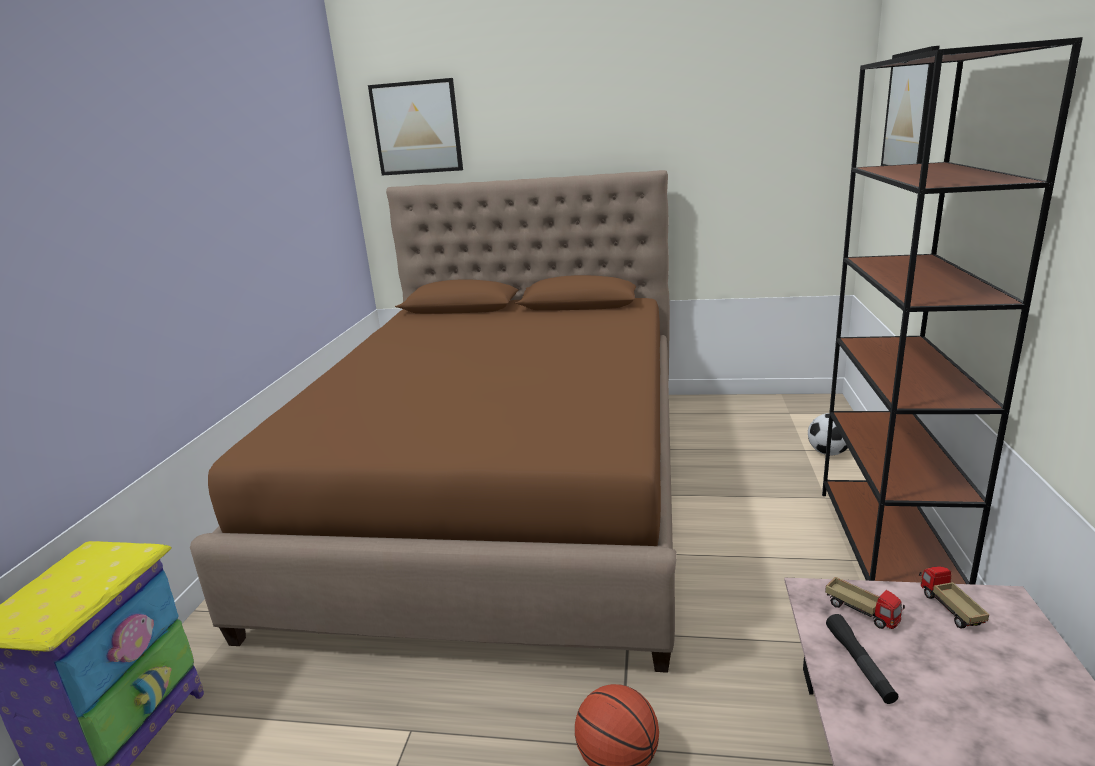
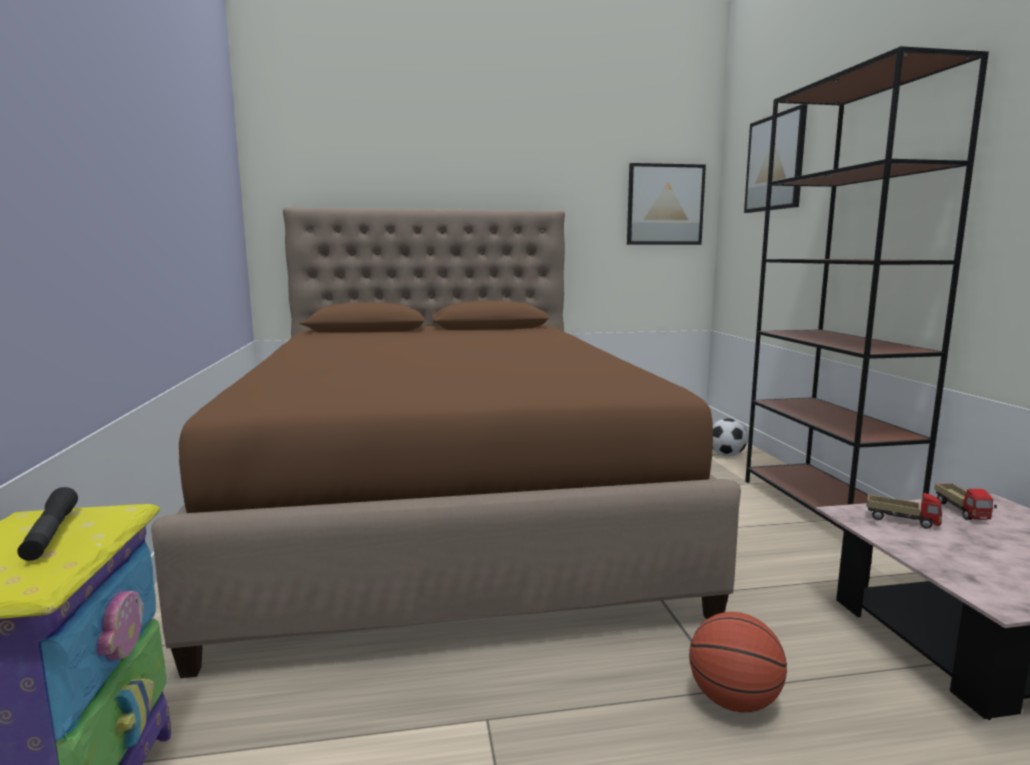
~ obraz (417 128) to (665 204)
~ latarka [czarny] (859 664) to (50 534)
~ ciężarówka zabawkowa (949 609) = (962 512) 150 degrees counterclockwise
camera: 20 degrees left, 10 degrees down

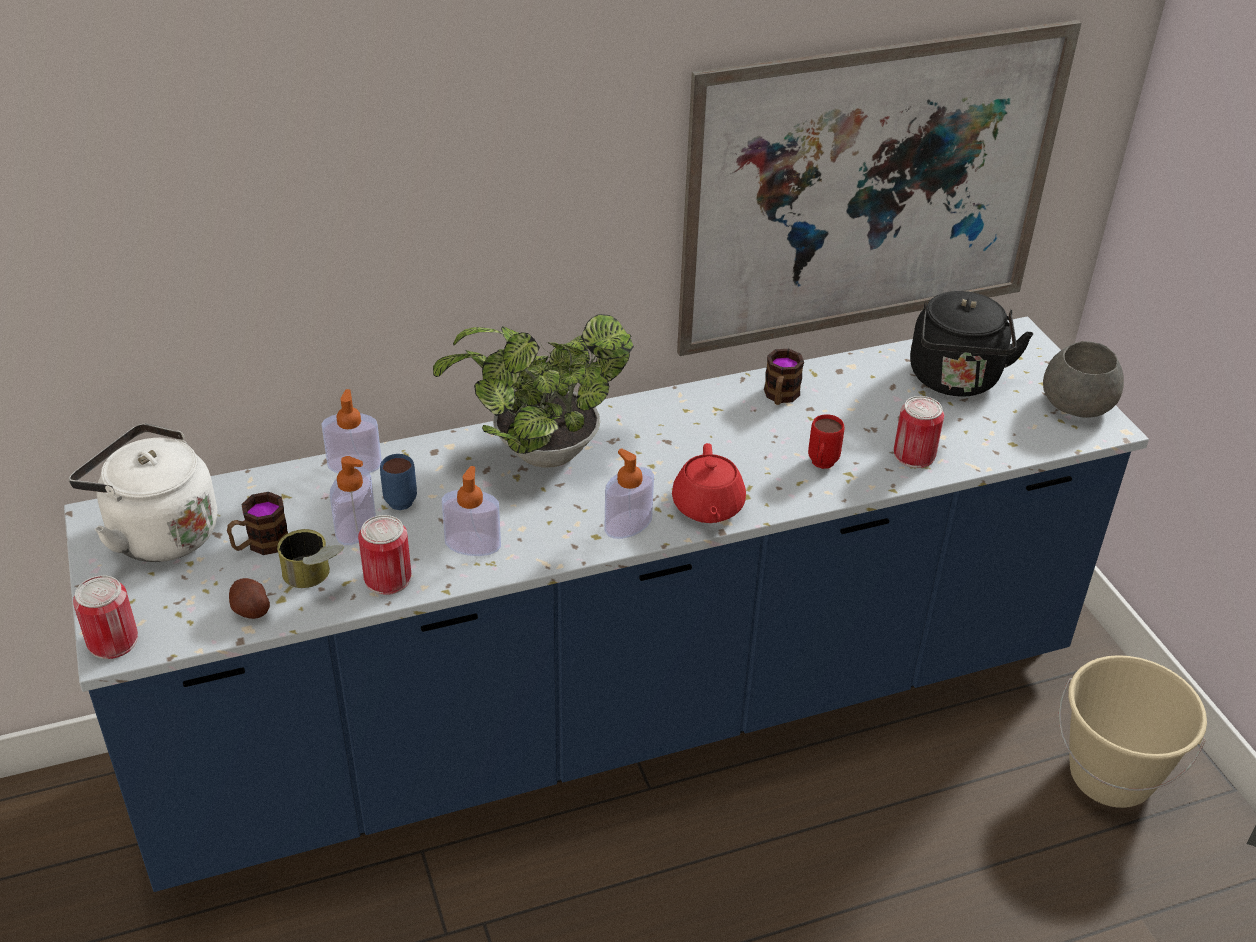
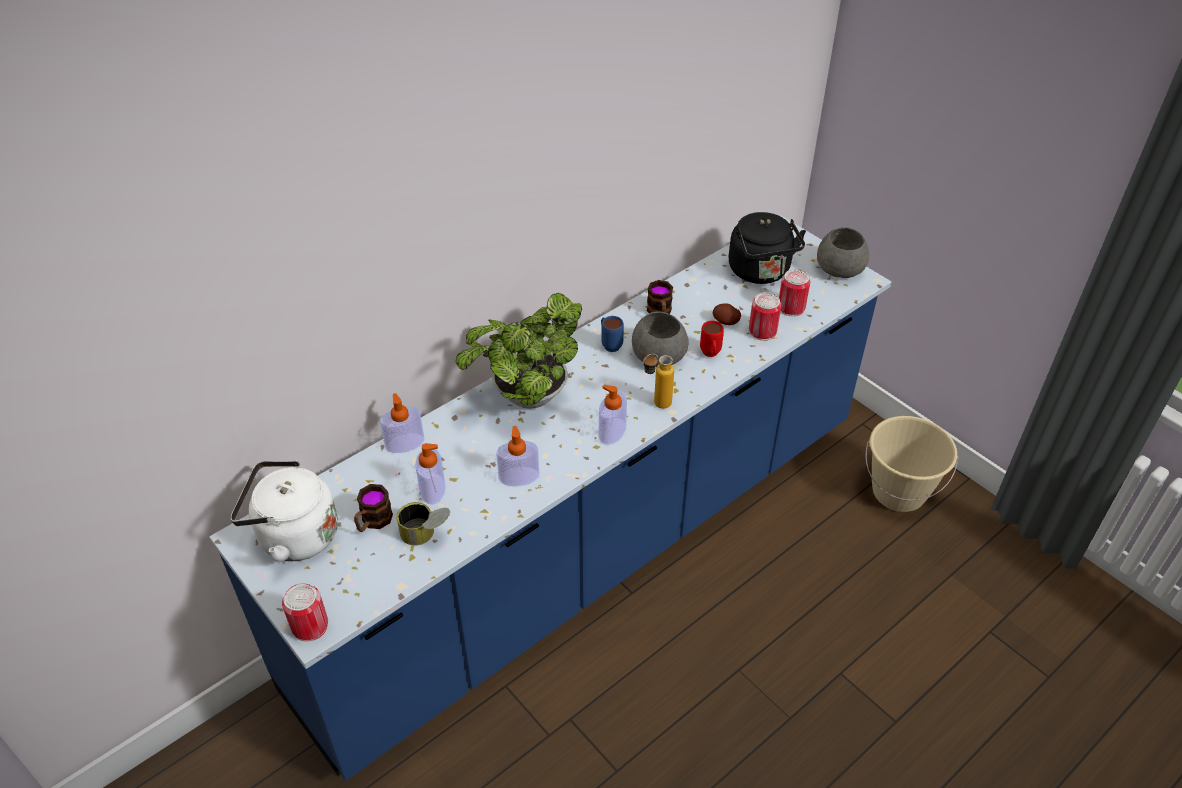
- obraz (871 191)
+ miska [szary] (658 355)
~ ziemniak (251 610) to (725 321)
~ puszka (387 578) to (791 307)
~ kubek [niebieski] (400 498) to (609 344)
~ imbryk [czerwony] (707 507) to butelka (655 405)
camera: 20 degrees left, 5 degrees up

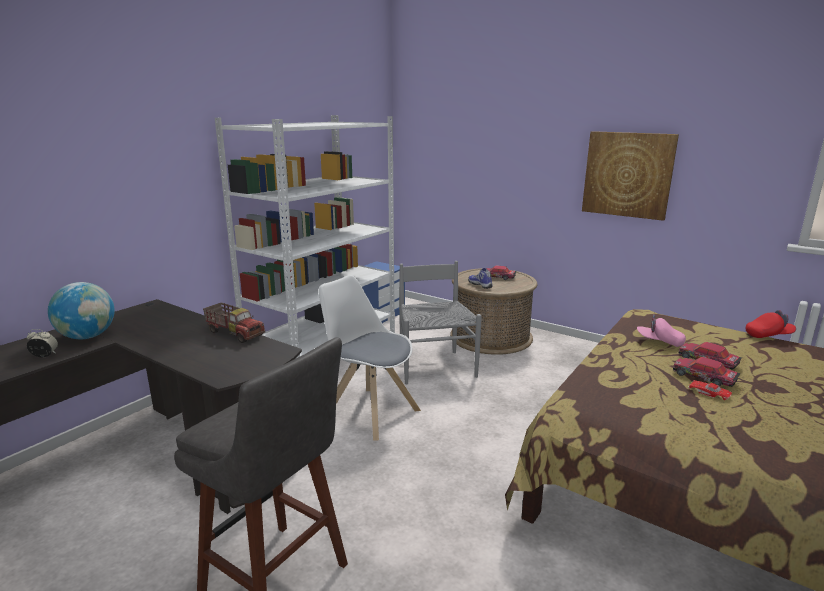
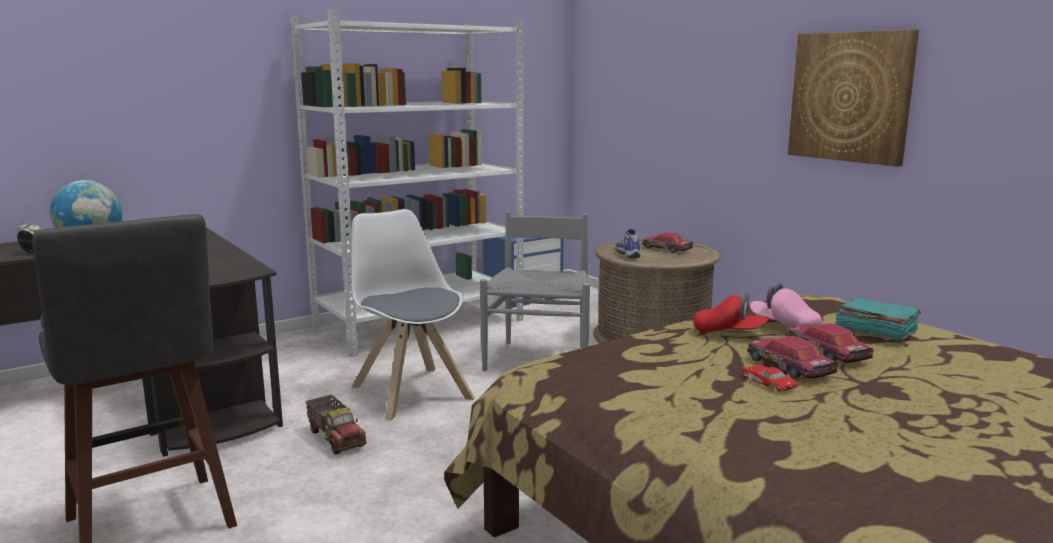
+ książka [turkusowy] (875 332)
~ ciężarówka zabawkowa (235 333) to (336 438)
~ czapka z daszkiem [czerwony] (768 335) to (729 333)
camera: 20 degrees right, 5 degrees down

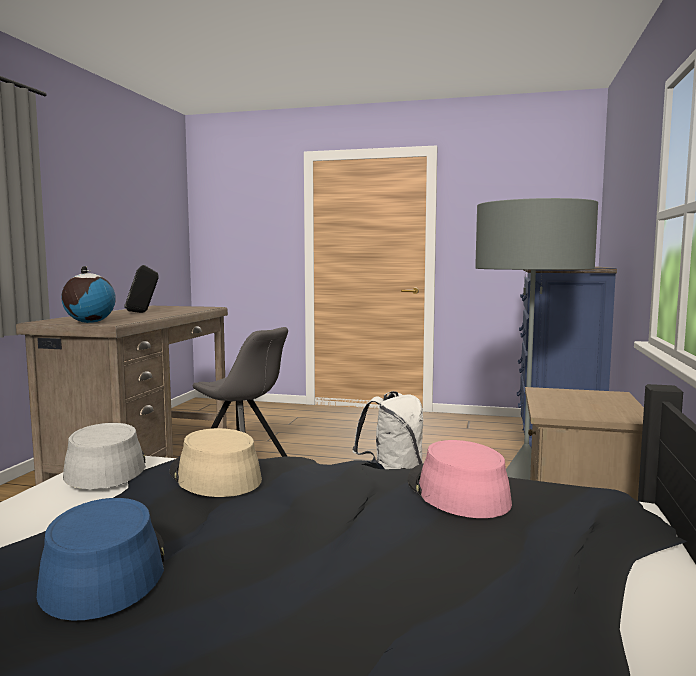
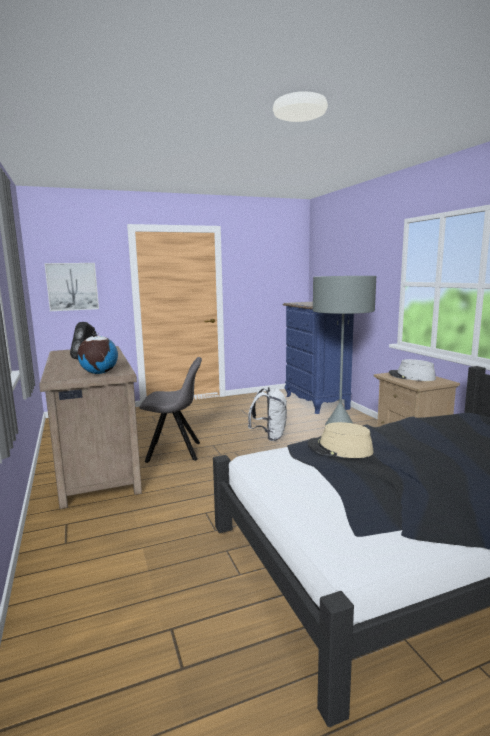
- kapelusz [niebieski] (104 570)
- kapelusz [różowy] (456 492)
+ obraz (72 286)
~ kapelusz [szary] (105 468) to (411 376)
camera: 35 degrees left, 5 degrees up

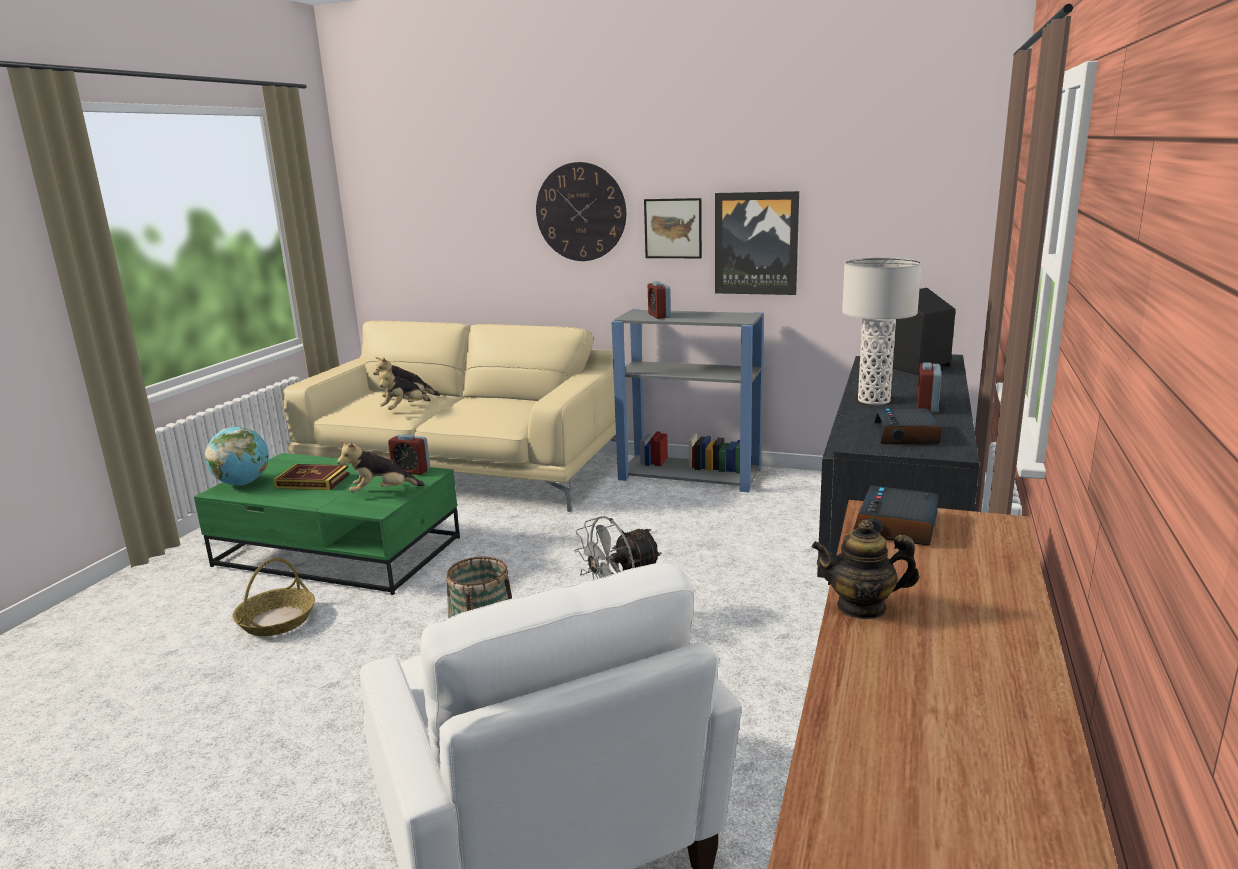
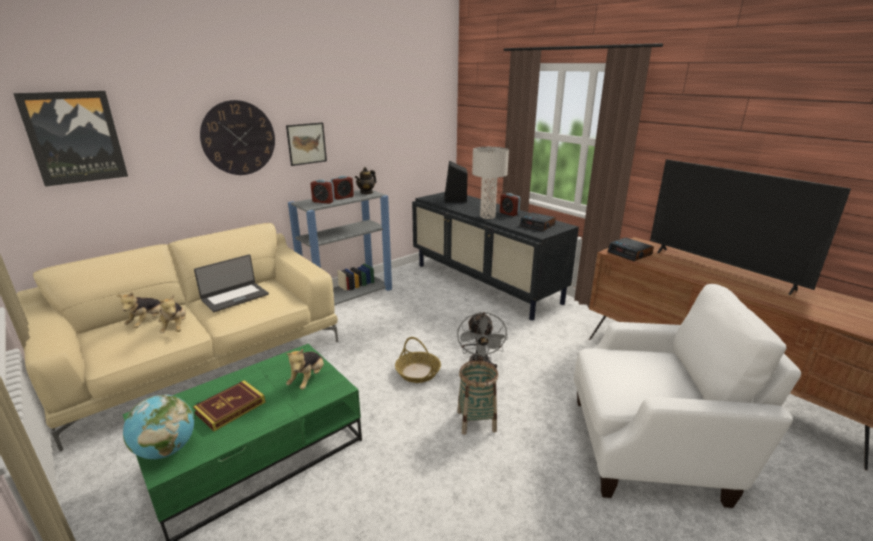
+ laptop (235 297)
+ telewizor (721 269)
~ koszyk (276 621) to (418 372)
~ budzik (411 471) to (343 197)
~ obraz (756 243) to (75 137)
~ imbryk (861 607) to (366 192)
camera: 60 degrees left, 5 degrees up

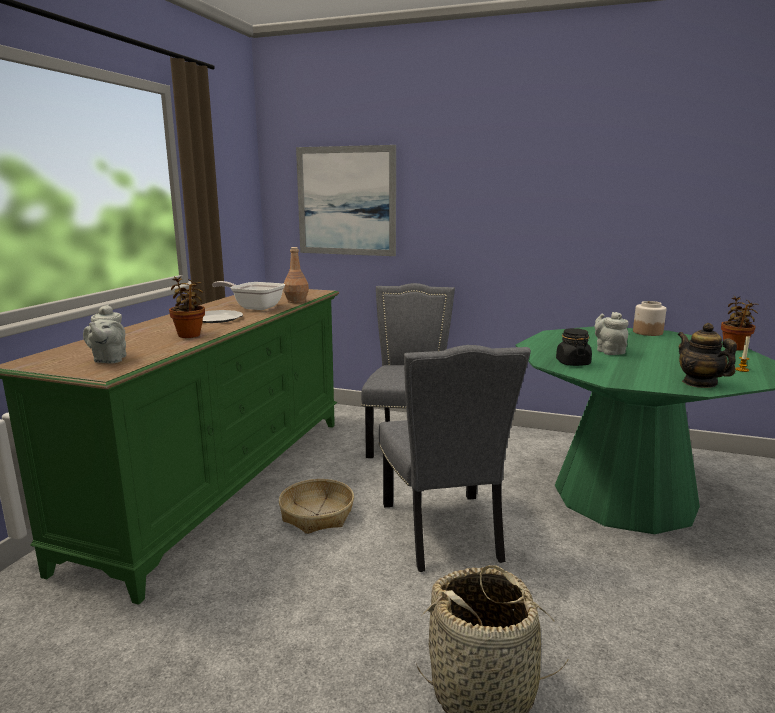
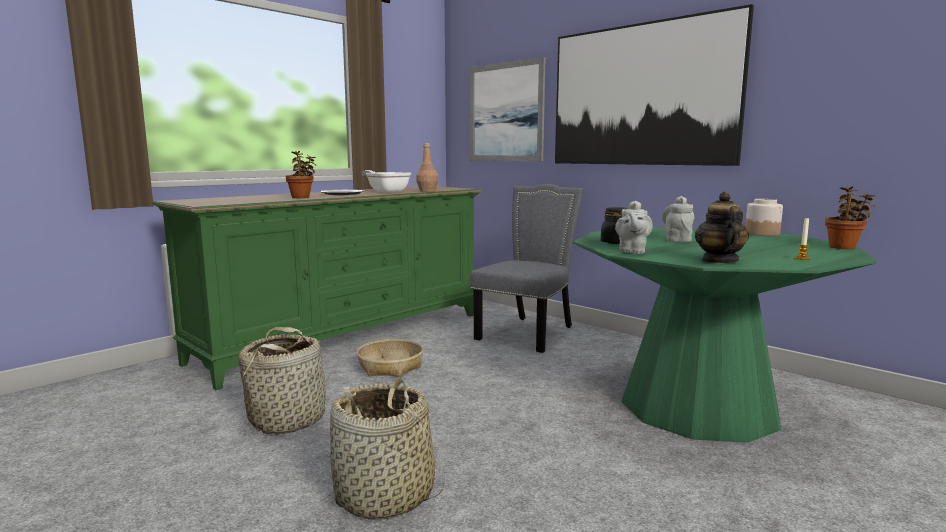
- krzesło [szary] (443 529)
+ koszyk (288 419)
+ obraz (641 95)
~ imbryk [szary] (109 360) to (632 251)
camera: 25 degrees right, 5 degrees down

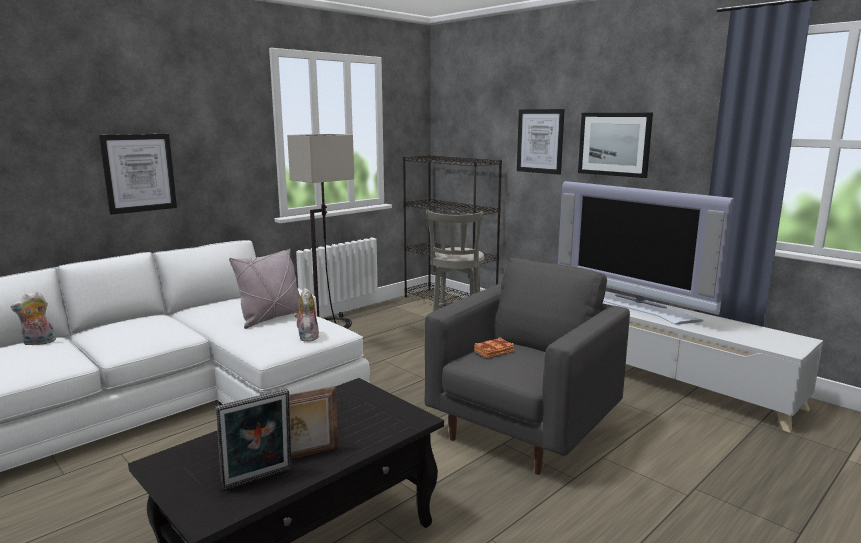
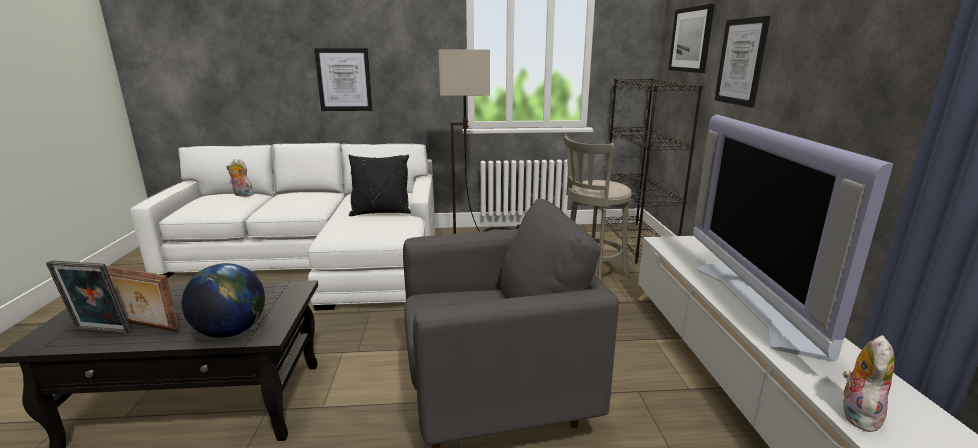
- książka [pomarańczowy] (494 351)
+ globus (231 332)
~ pluszak (307 337) to (857 414)
~ obraz (614 144) to (691 39)
~ poduszka [fioletowy] (271 318) to poduszka [czarny] (381 213)
camera: 40 degrees right, 5 degrees up

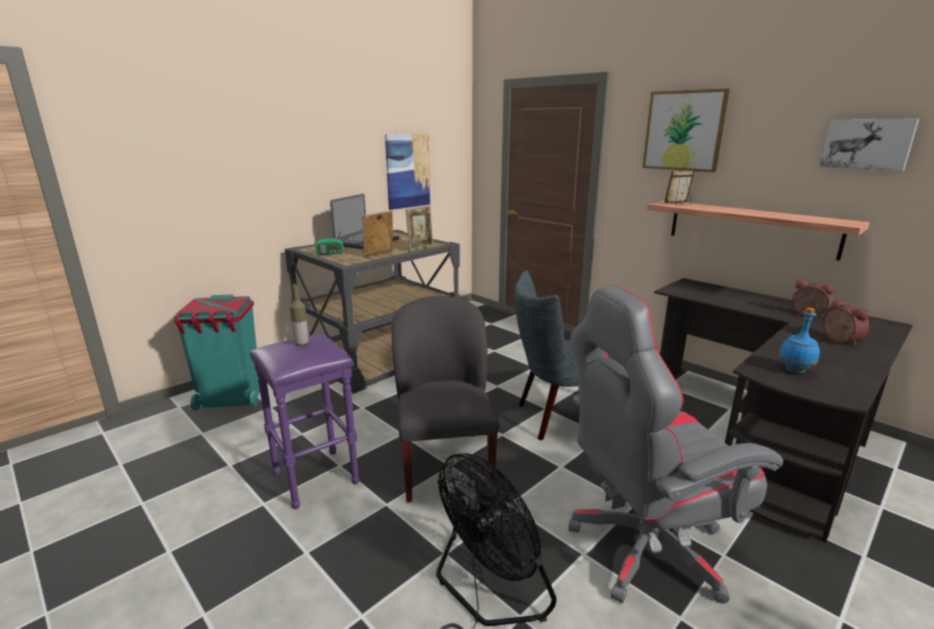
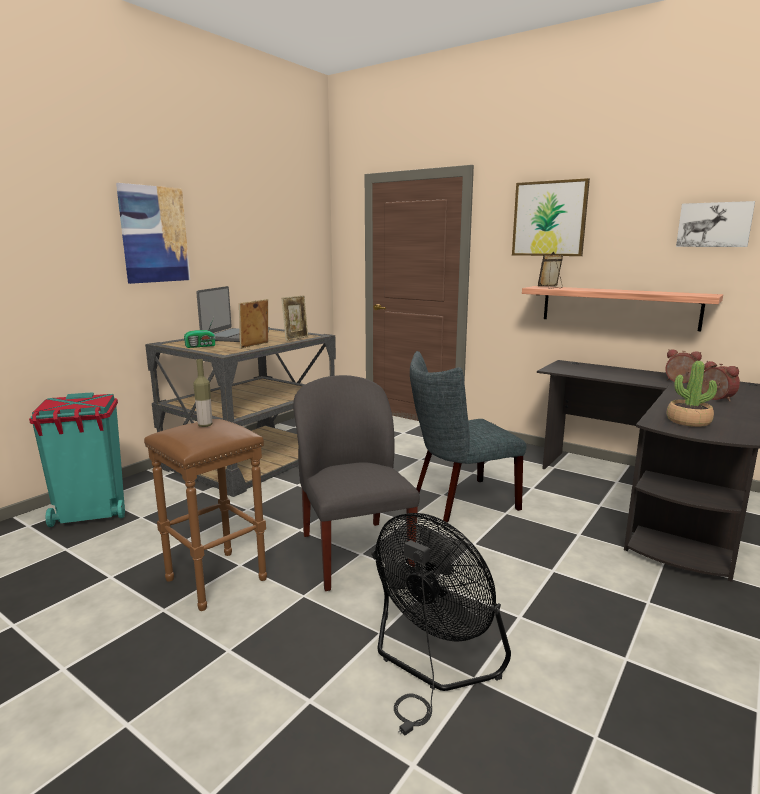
- krzesło biurowe [szary] (647 546)
~ obraz (408 171) to (154 234)
~ butelka [niebieski] (794 370) to roślina doniczkowa (688 421)
~ stołek [fioletowy] (318 478) to stołek [brązowy] (219 579)
camera: 10 degrees left, 5 degrees down

